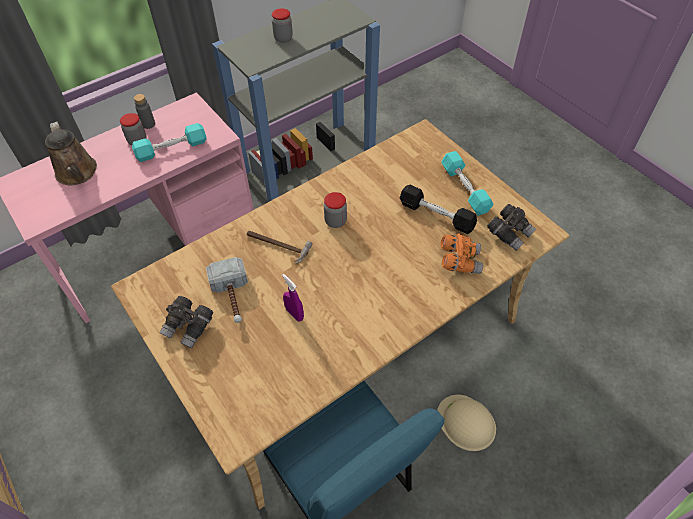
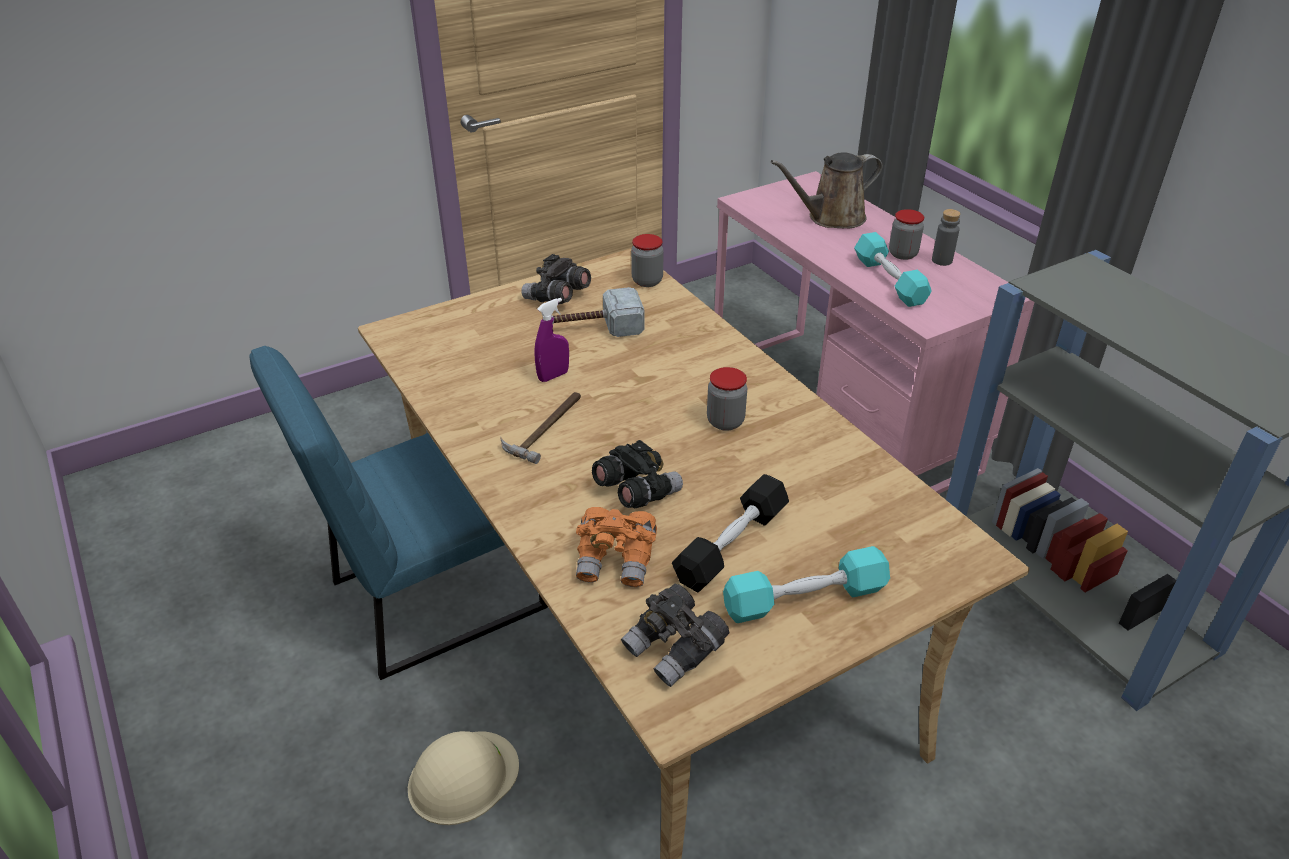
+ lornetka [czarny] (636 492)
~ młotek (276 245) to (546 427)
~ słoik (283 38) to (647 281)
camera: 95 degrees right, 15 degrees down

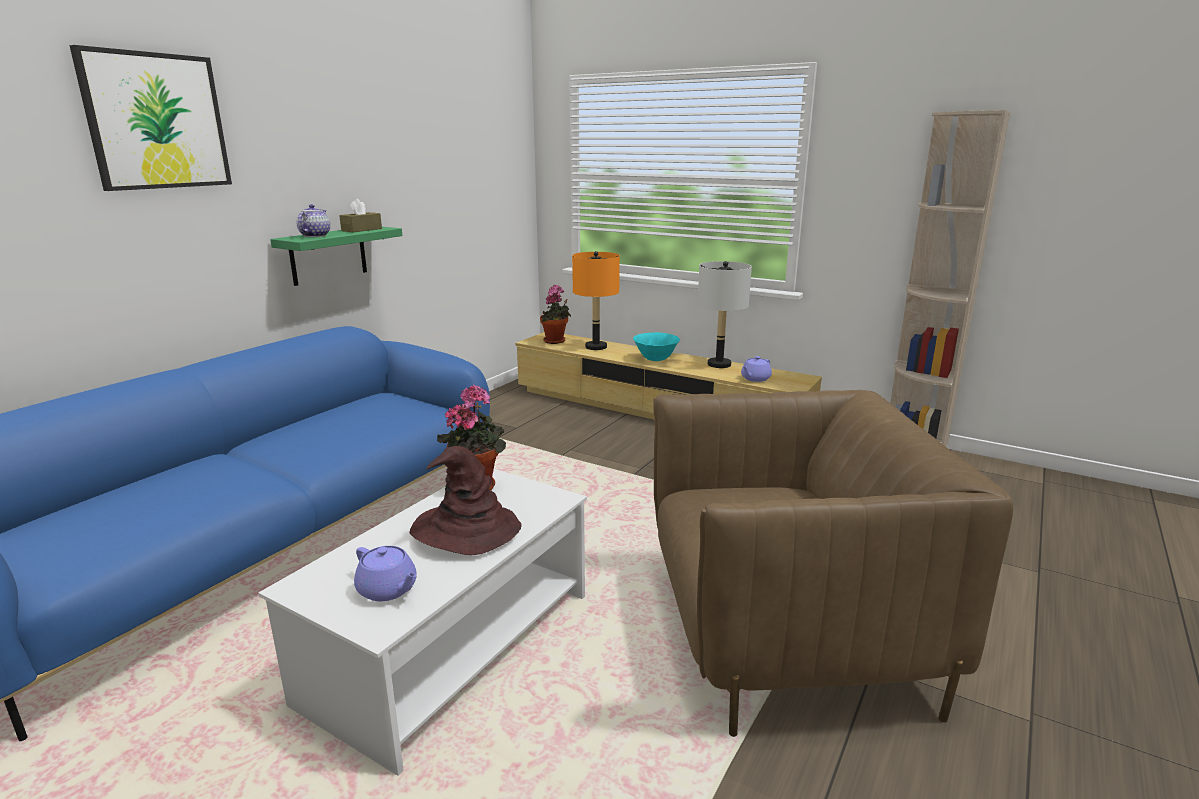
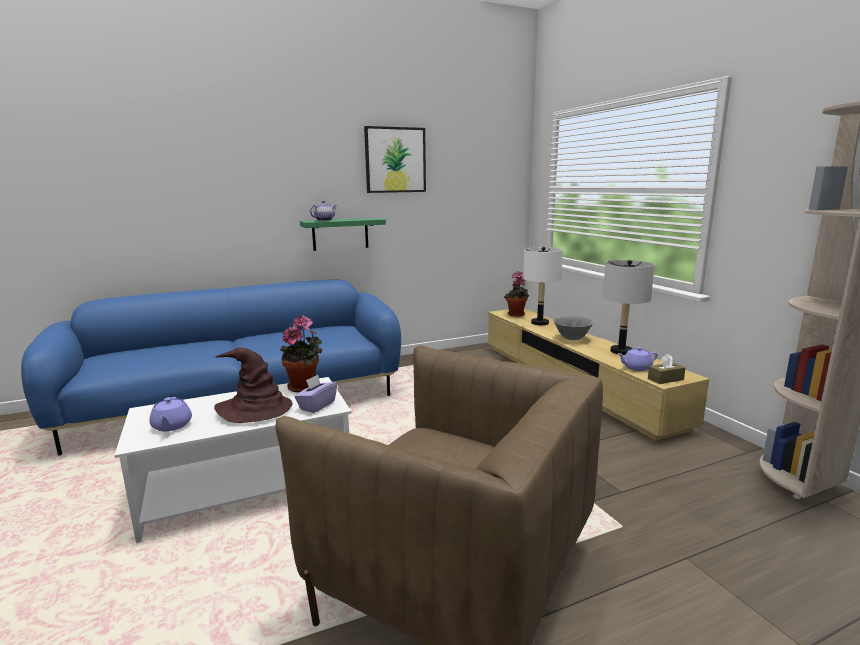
+ pudełko chusteczek [fioletowy] (317 405)
~ obraz (156 121) to (395 160)
~ pudełko chusteczek [brązowy] (361 230) to (665 379)
~ lampa stołowa [pomarańczowy] (596 347) to lampa stołowa [biały] (540 323)
~ miska [turkusowy] (656 360) to miska [szary] (572 339)
camera: 35 degrees right, 5 degrees down

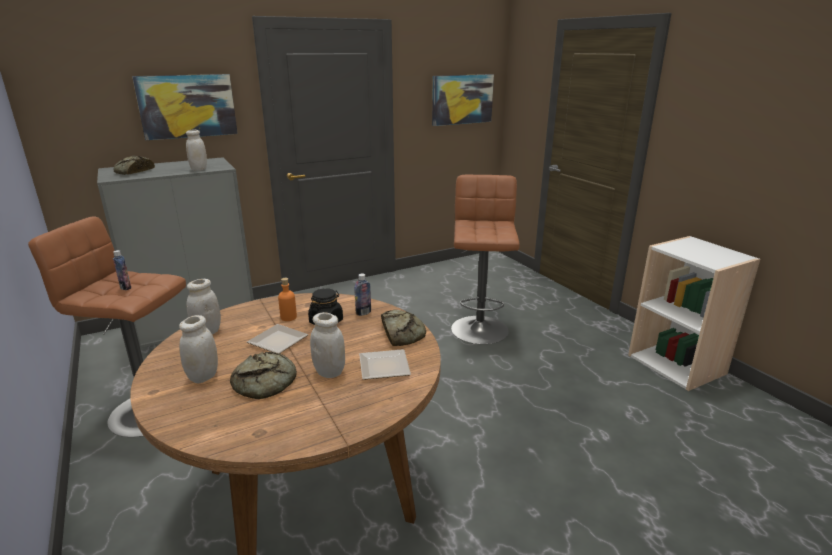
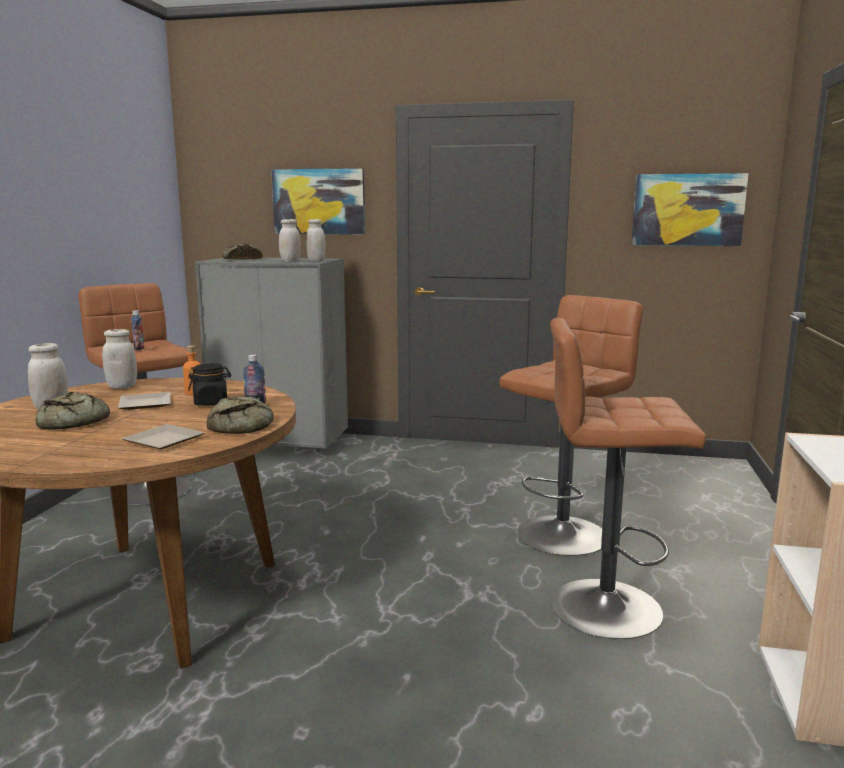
+ stołek [brązowy] (604 607)
~ słoik [biały] (329 372) to (316 261)
camera: 40 degrees right, 10 degrees down

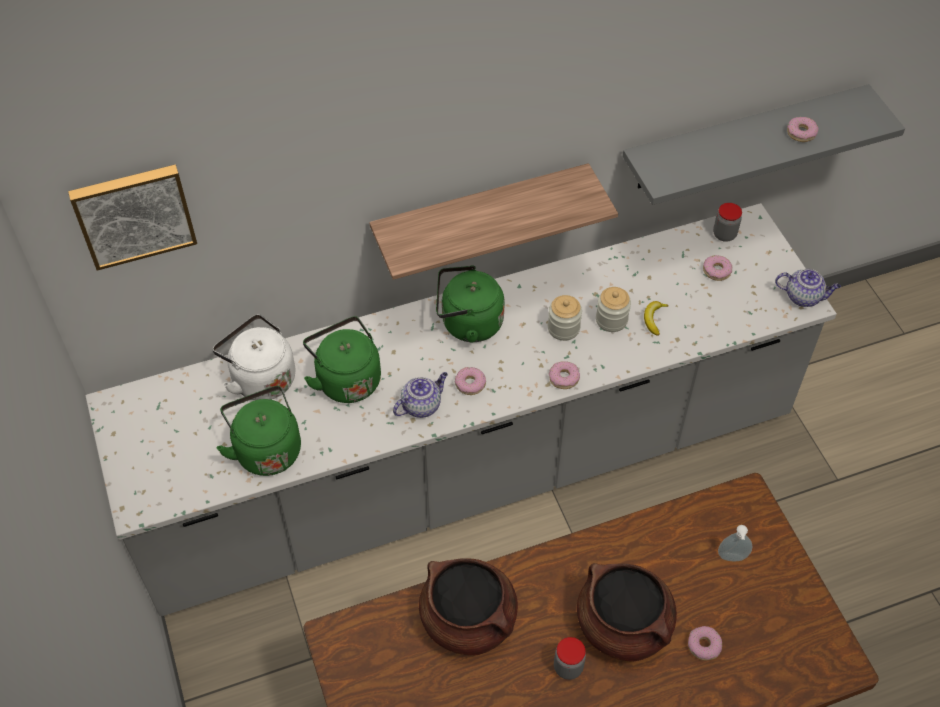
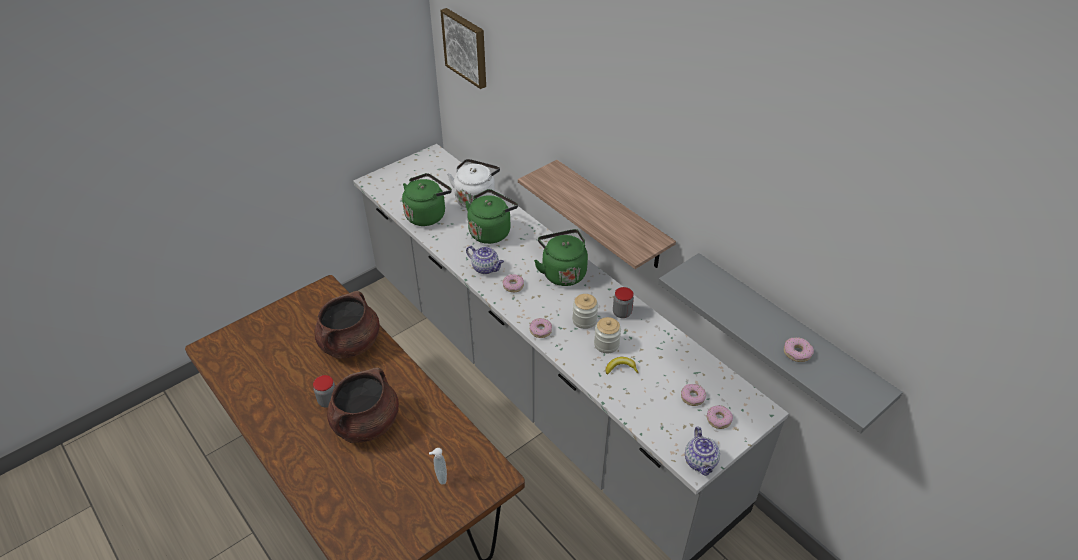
~ donut (704 645) to (718 419)
~ słoik (724 234) to (622 313)
camera: 70 degrees right, 10 degrees down

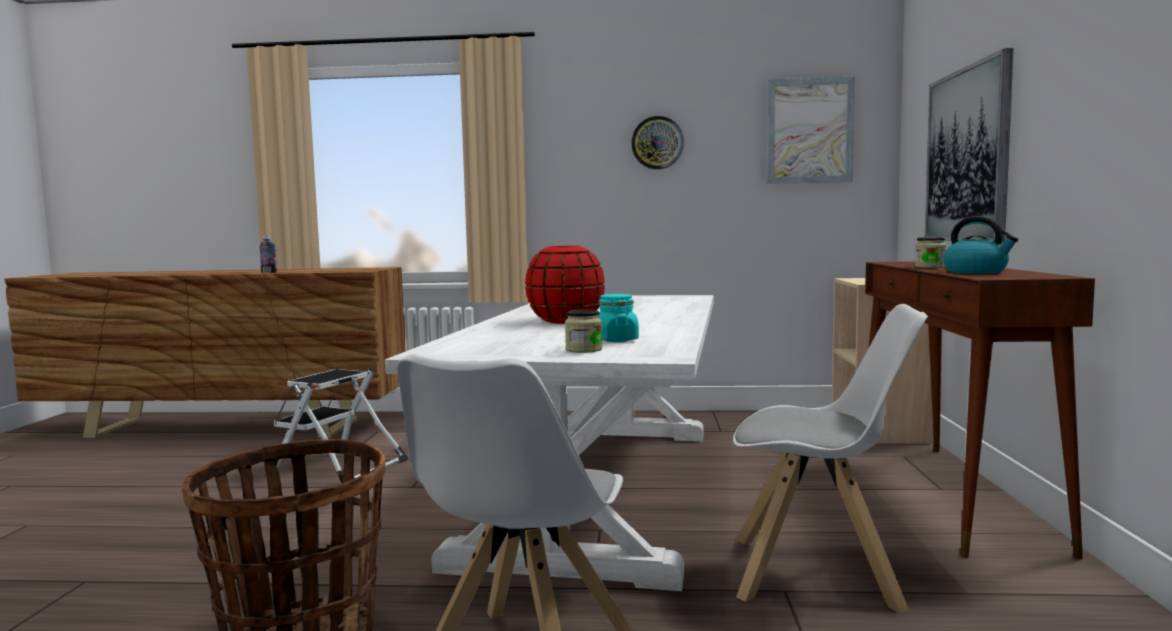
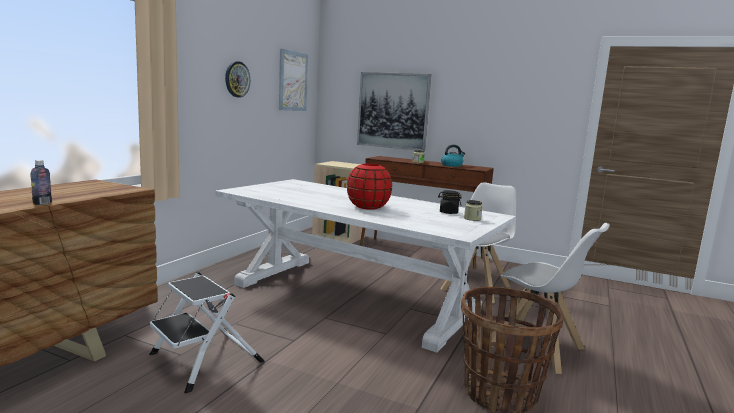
~ słoik [turkusowy] (616 340) to słoik [czarny] (448 212)
camera: 70 degrees left, 5 degrees up

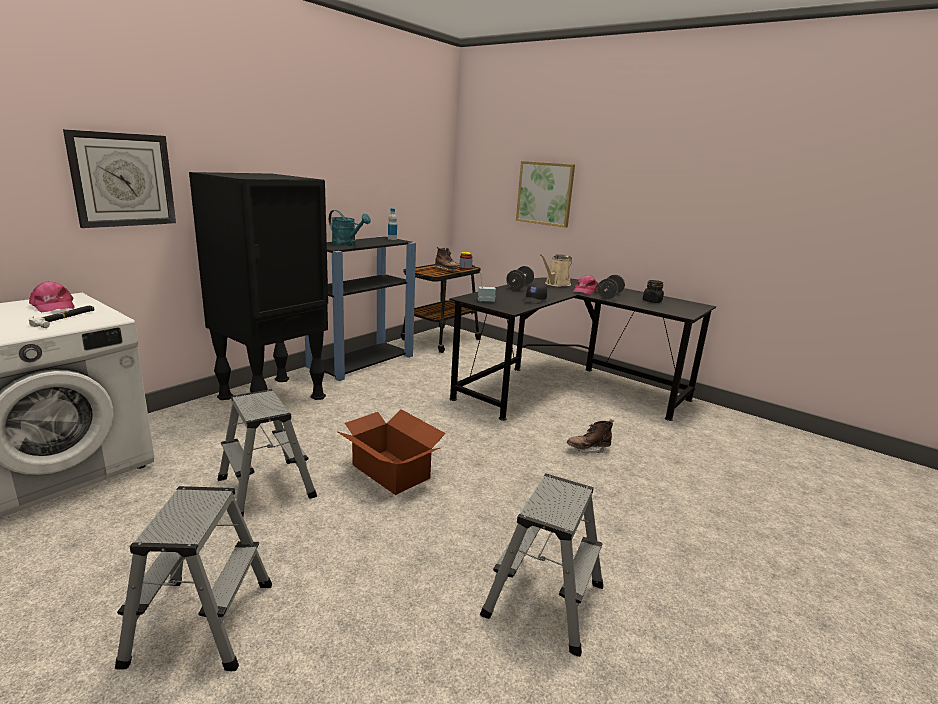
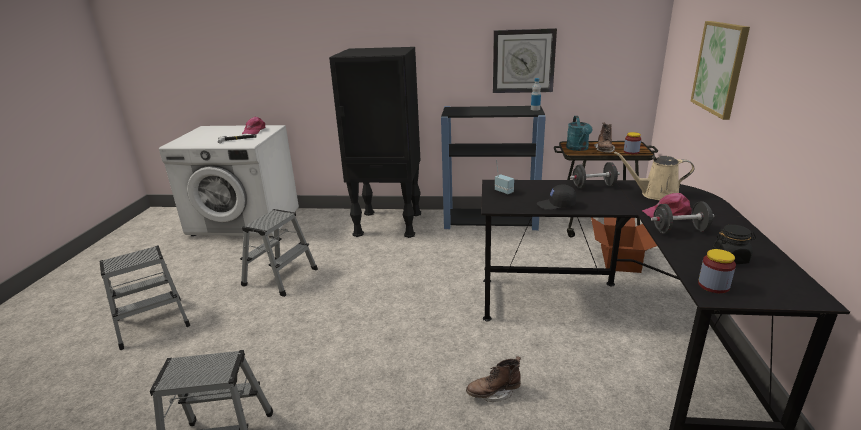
+ słoik (713 285)
~ zegar ścienny (123 180) to (523 61)
~ konewka [turkusowy] (347 244) to (578 149)
~ karton (391 471) to (620 258)
~ but z cholewką [brązowy] (588 449) = (493 393) 60 degrees counterclockwise
camera: 60 degrees right, 5 degrees up

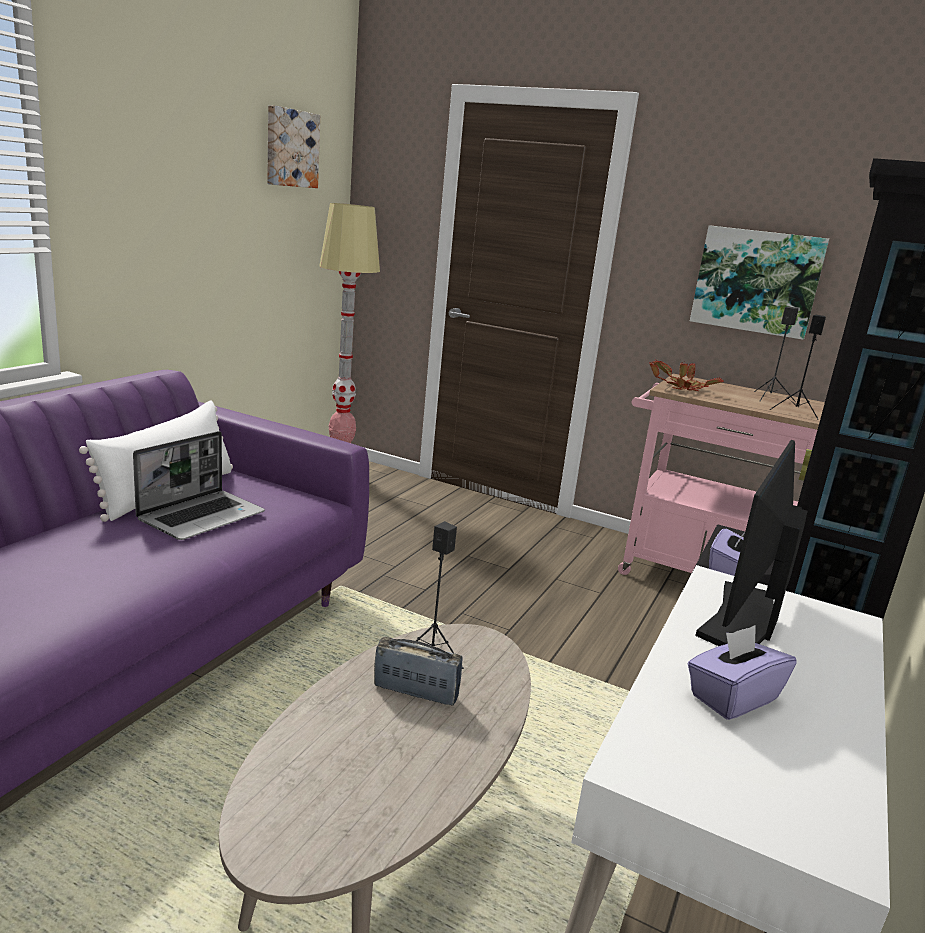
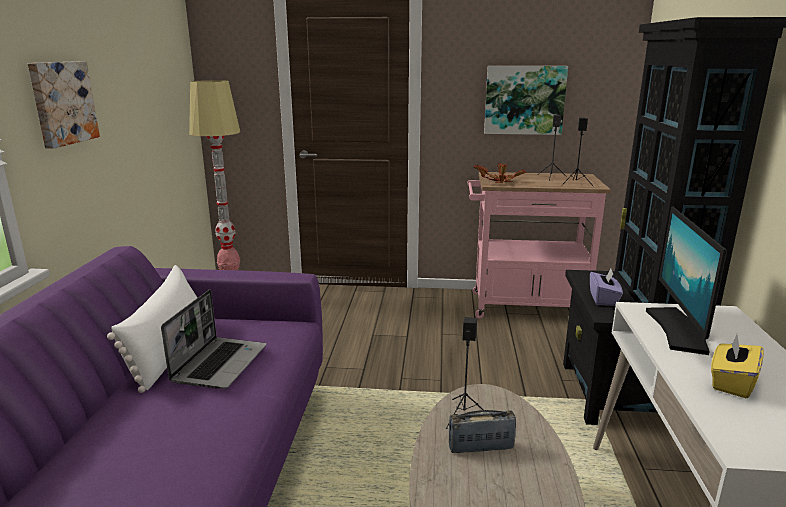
~ obraz (290 148) to (62 103)
~ pudełko chusteczek [fioletowy] (732 697) to pudełko chusteczek [żółty] (731 383)
camera: 20 degrees left, 0 degrees up

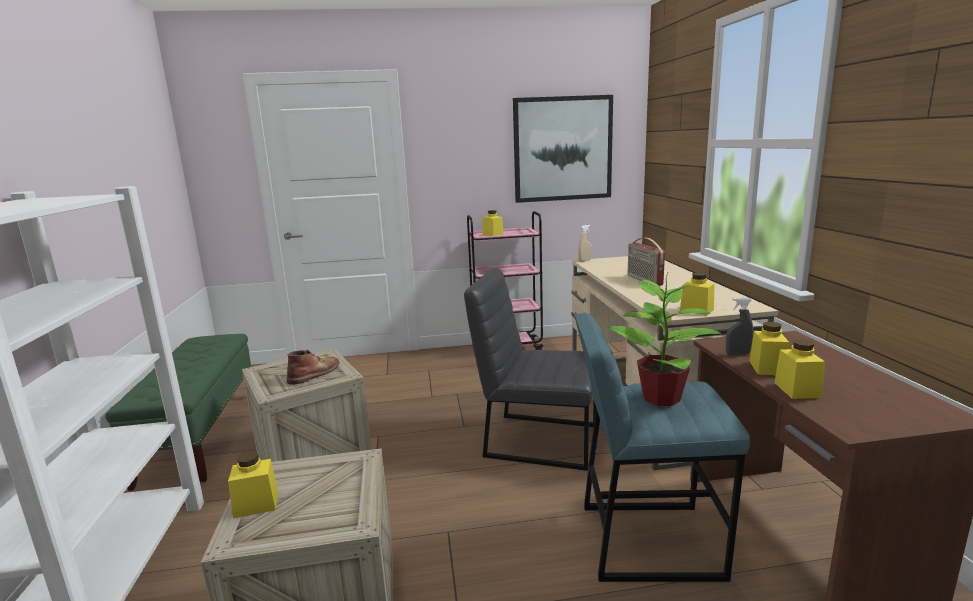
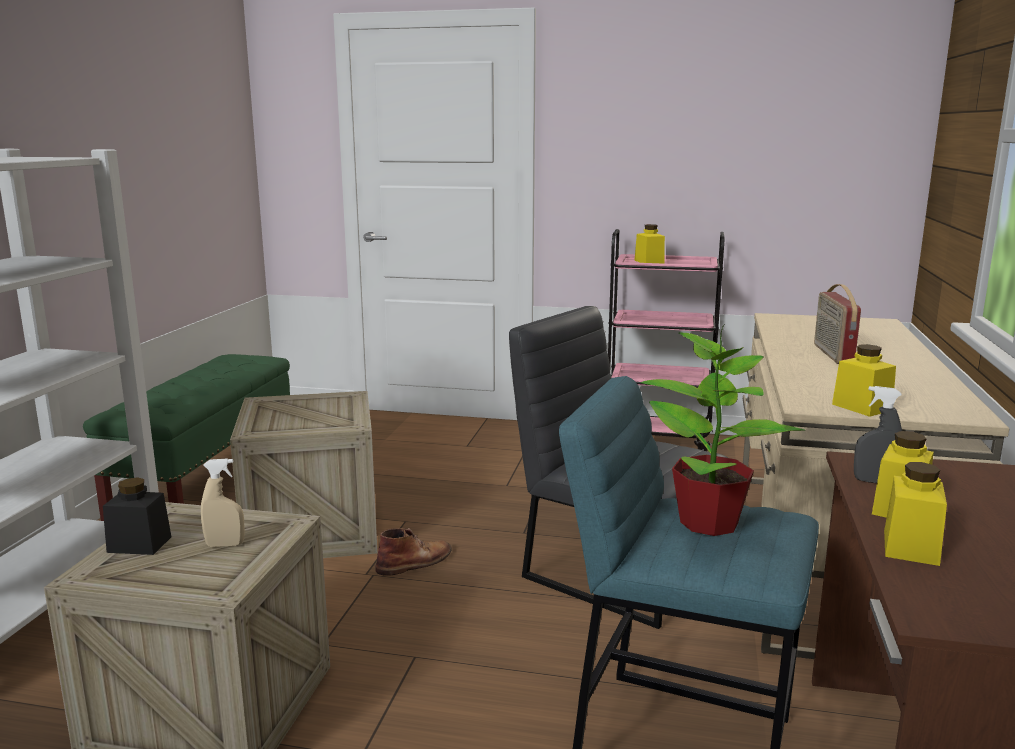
- obraz (562 149)
~ but z cholewką [brązowy] (315 373) to (415 562)
~ spryskiwacz [beżowy] (584 260) to (225 545)
~ słoik [żółty] (256 504) to słoik [czarny] (139 544)
camera: 20 degrees right, 0 degrees up

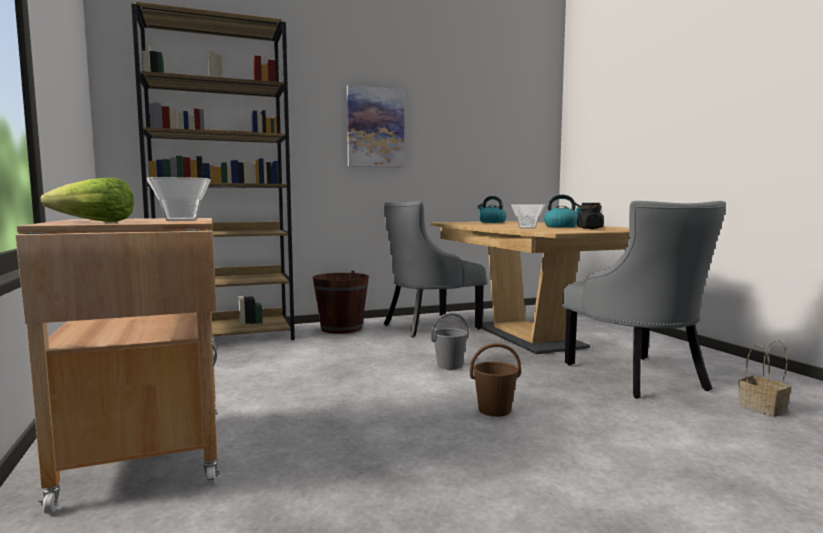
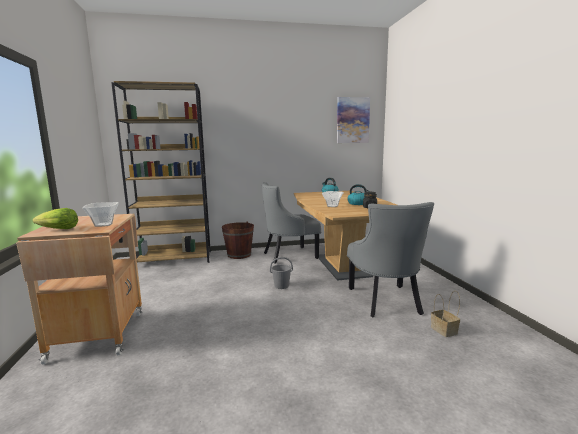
- wiadro [brązowy] (495 410)
~ obraz (375 127) to (352 120)
camera: 10 degrees right, 5 degrees up

